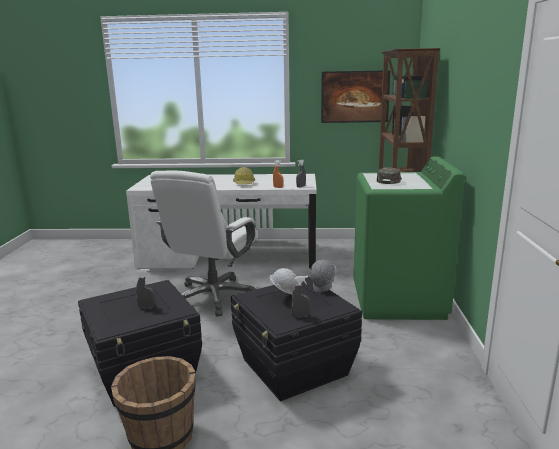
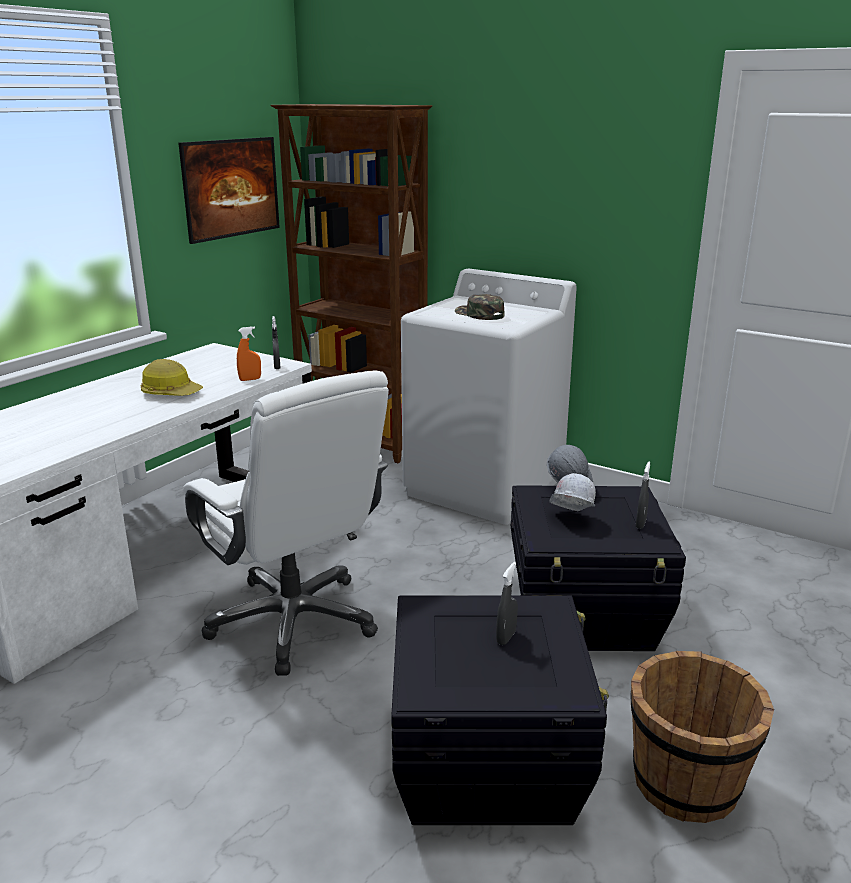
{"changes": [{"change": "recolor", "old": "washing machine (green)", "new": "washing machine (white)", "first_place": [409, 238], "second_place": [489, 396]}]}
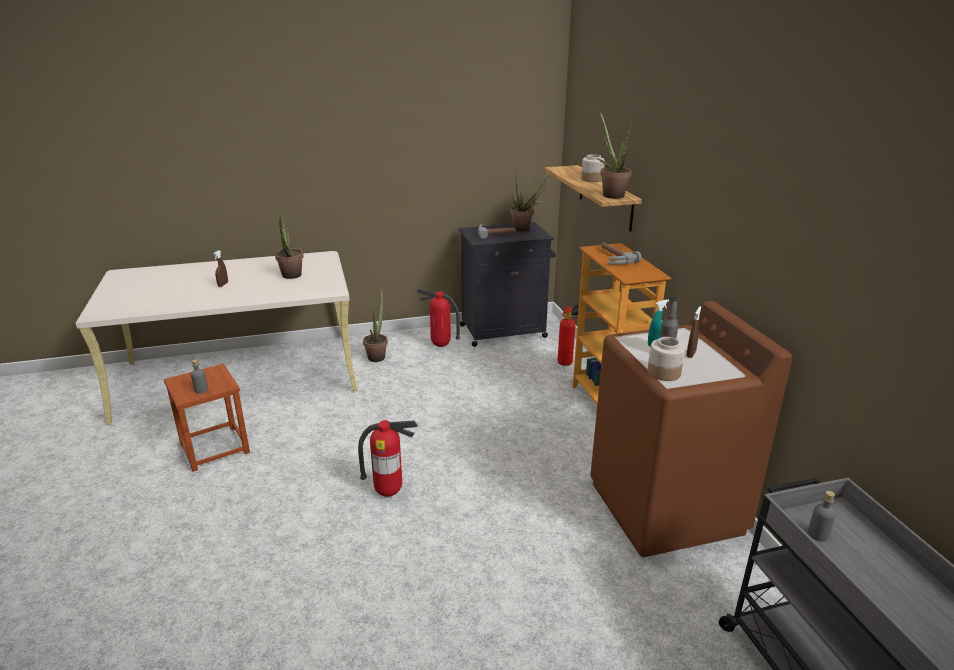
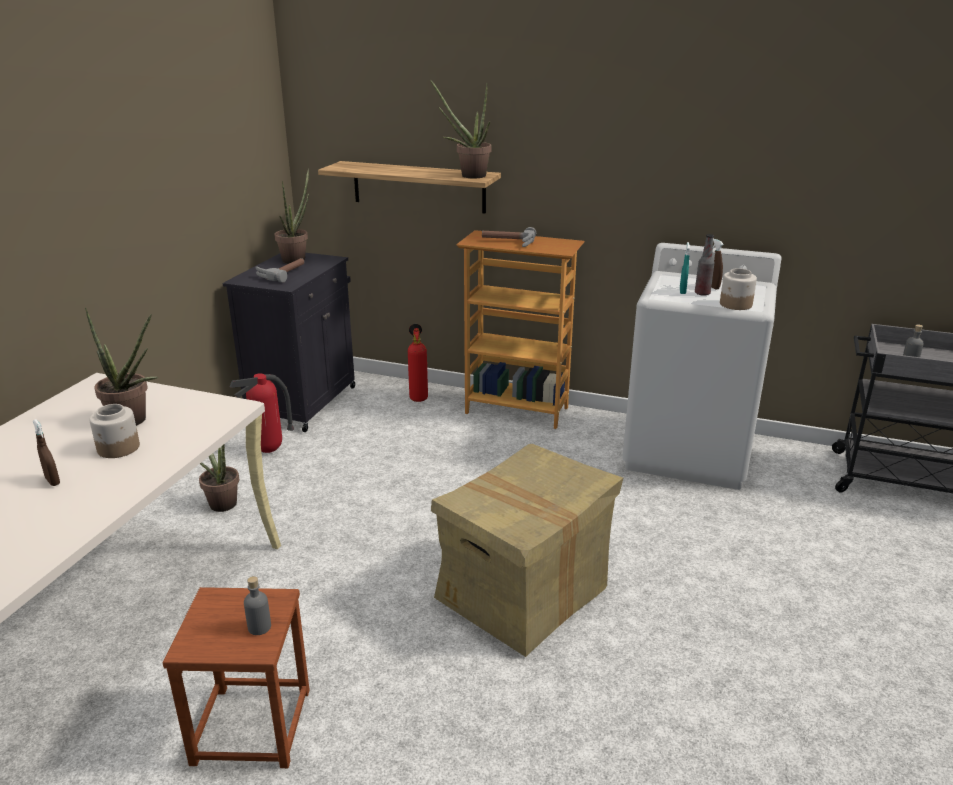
{"changes": [{"change": "move", "old": "jar", "first_place": [593, 168], "second_place": [114, 431]}, {"change": "replace", "old": "fire extinguisher", "new": "cardboard box", "first_place": [388, 458], "second_place": [527, 550]}, {"change": "recolor", "old": "washing machine (brown)", "new": "washing machine (white)", "first_place": [691, 429], "second_place": [702, 366]}]}
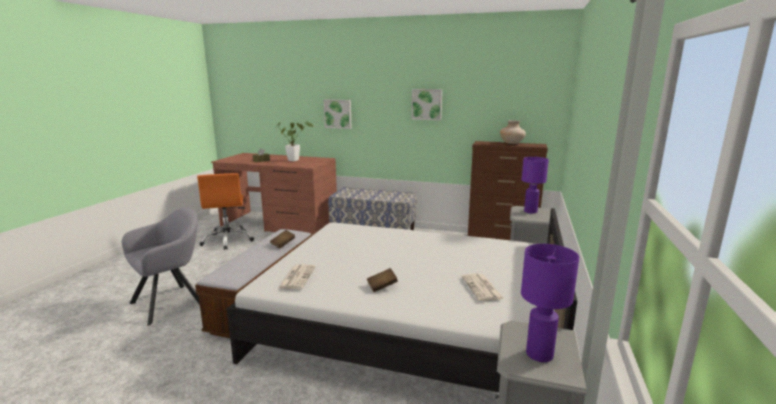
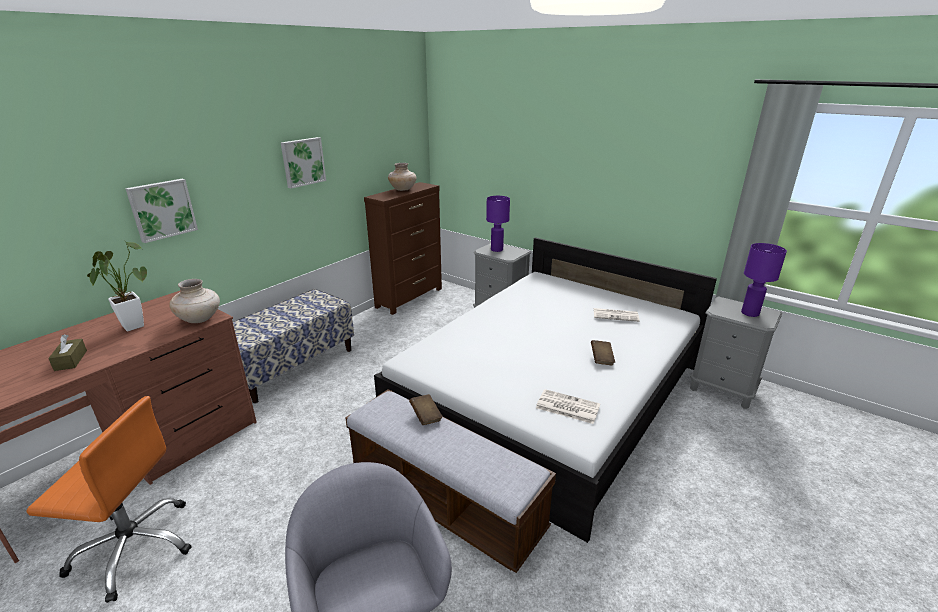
{"changes": [{"change": "insert", "new": "vase (beige)", "second_place": [194, 301]}]}
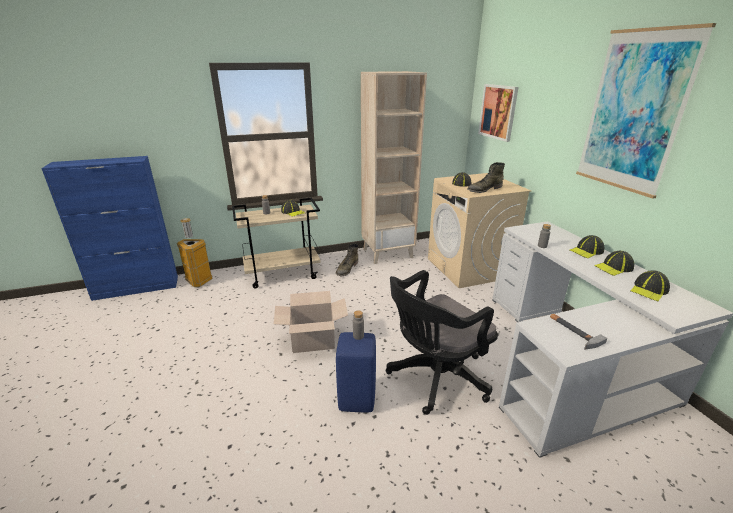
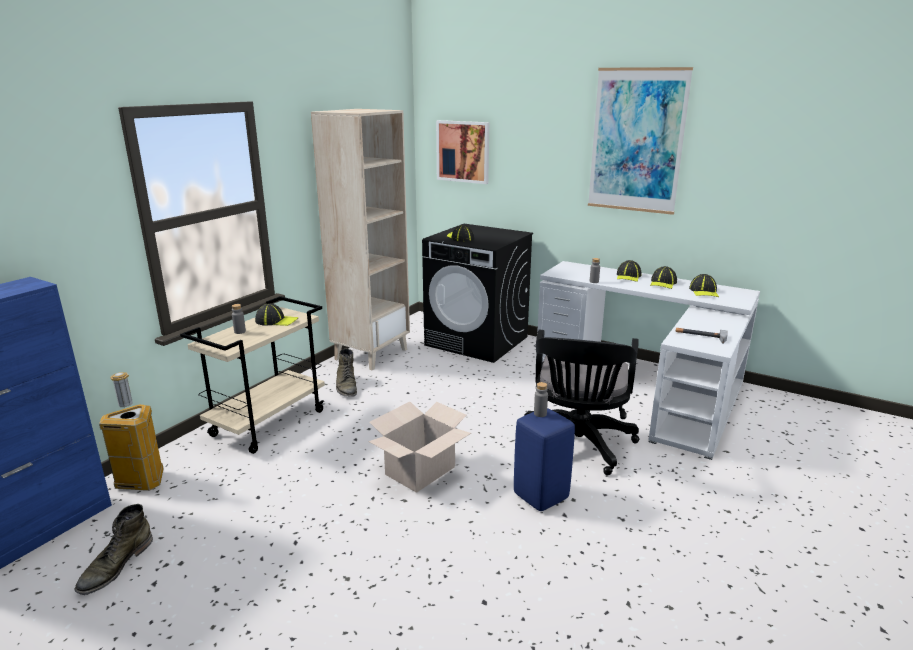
{"changes": [{"change": "move", "old": "boot (green)", "first_place": [486, 177], "second_place": [114, 549]}, {"change": "recolor", "old": "washing machine (beige)", "new": "washing machine (black)", "first_place": [479, 230], "second_place": [477, 293]}]}
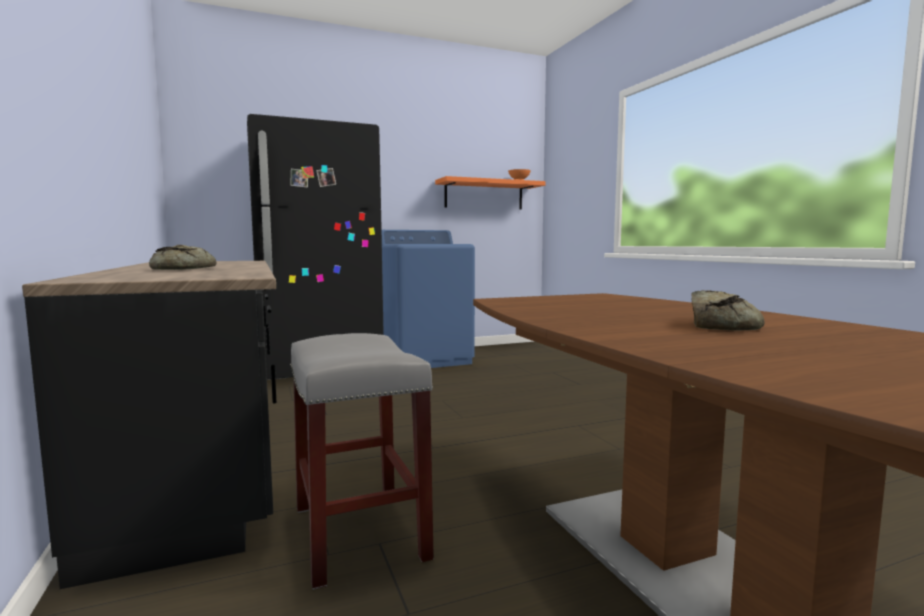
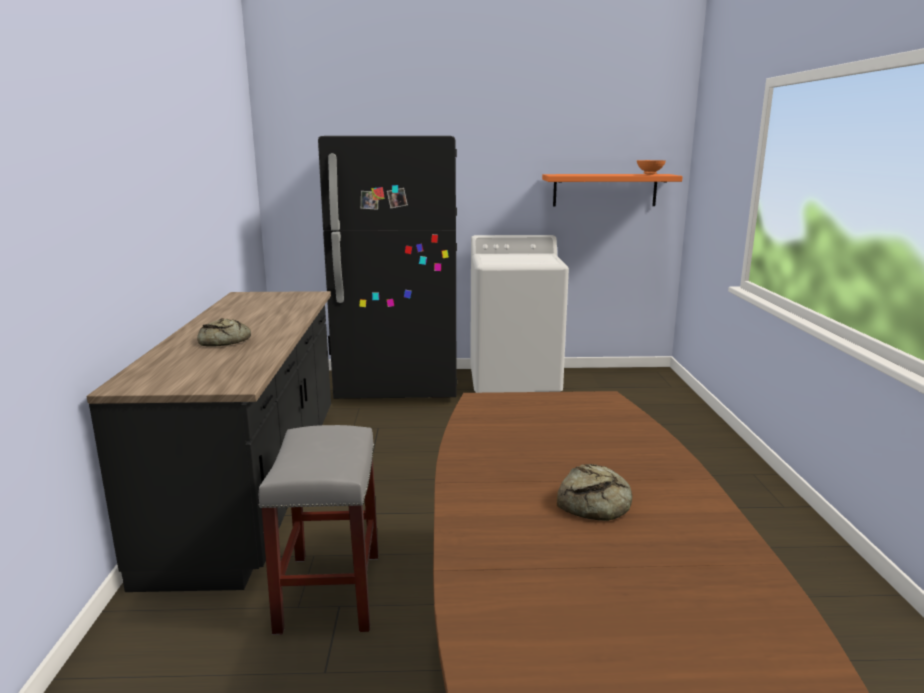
{"changes": [{"change": "recolor", "old": "washing machine (blue)", "new": "washing machine (white)", "first_place": [428, 299], "second_place": [519, 314]}]}
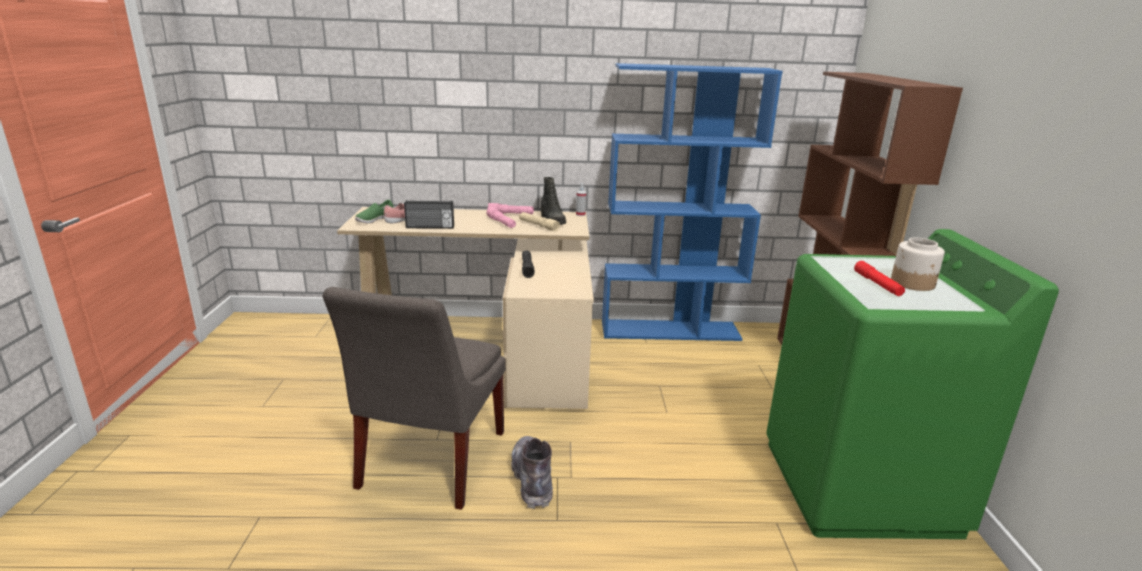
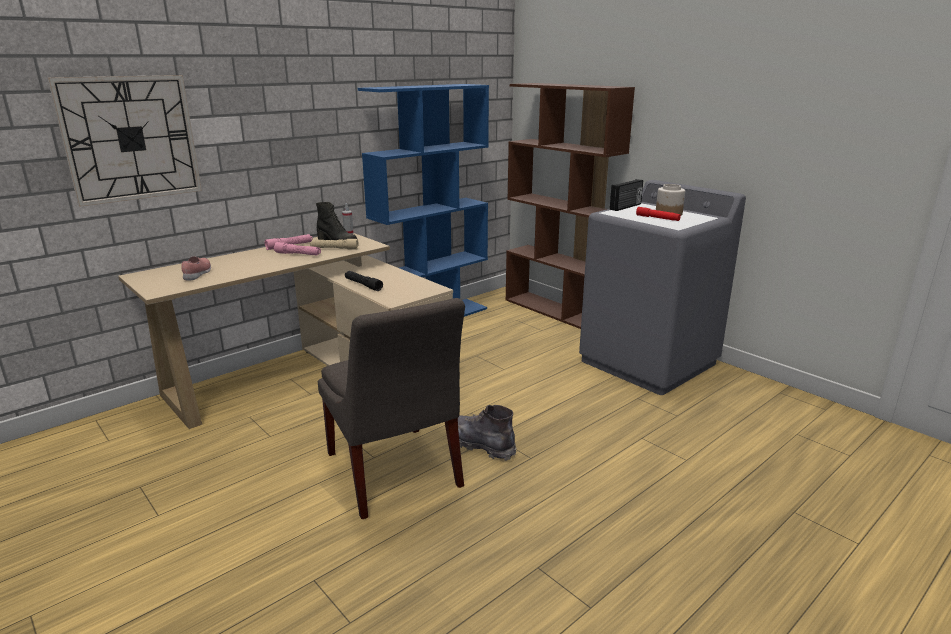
{"changes": [{"change": "insert", "new": "wall clock", "second_place": [125, 141]}, {"change": "recolor", "old": "washing machine (green)", "new": "washing machine (grey)", "first_place": [912, 384], "second_place": [662, 287]}, {"change": "move", "old": "radio", "first_place": [429, 214], "second_place": [626, 195]}, {"change": "delete", "old": "shoe (green)", "first_place": [374, 211]}]}
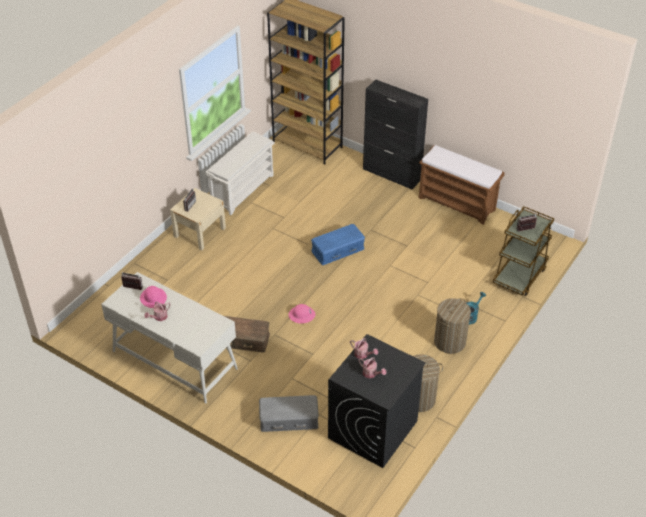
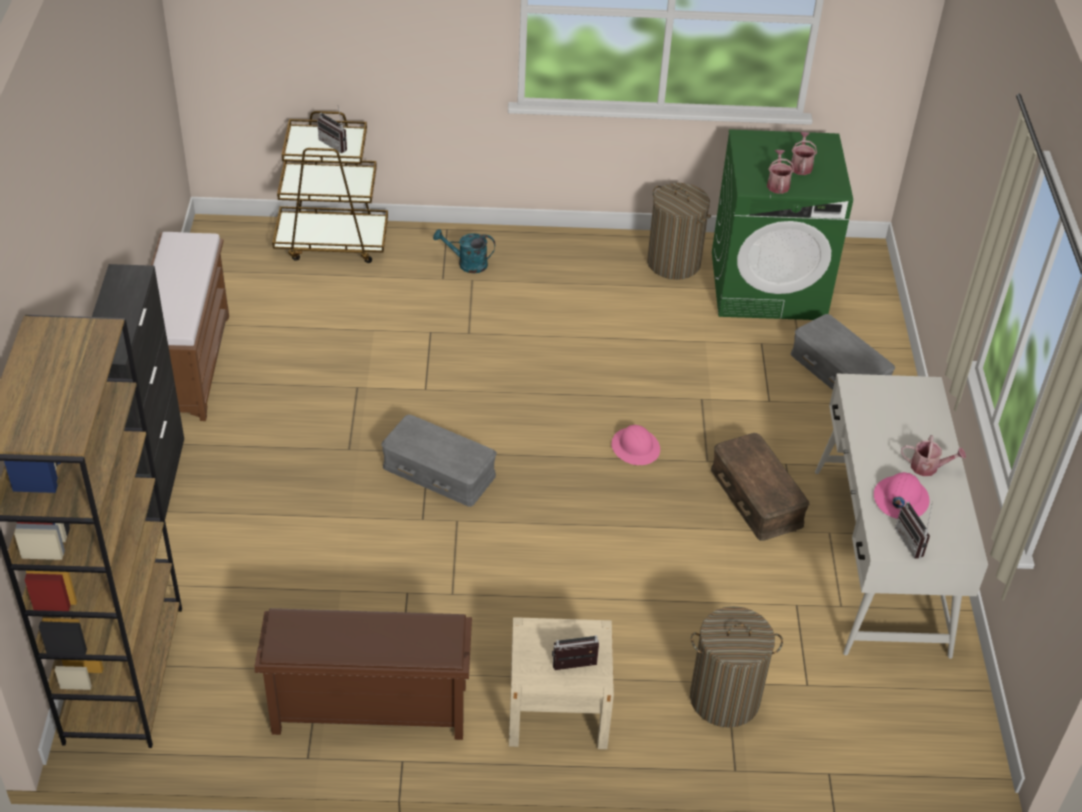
{"changes": [{"change": "recolor", "old": "shoe rack (white)", "new": "shoe rack (brown)", "first_place": [240, 173], "second_place": [363, 674]}, {"change": "recolor", "old": "storage box (blue)", "new": "storage box (grey)", "first_place": [338, 244], "second_place": [439, 461]}, {"change": "move", "old": "laundry basket", "first_place": [452, 326], "second_place": [736, 667]}, {"change": "recolor", "old": "washing machine (black)", "new": "washing machine (green)", "first_place": [377, 401], "second_place": [782, 224]}]}
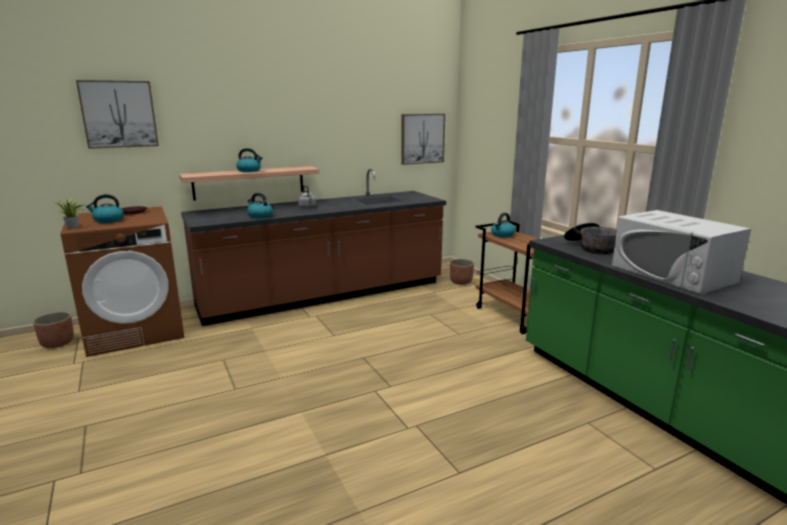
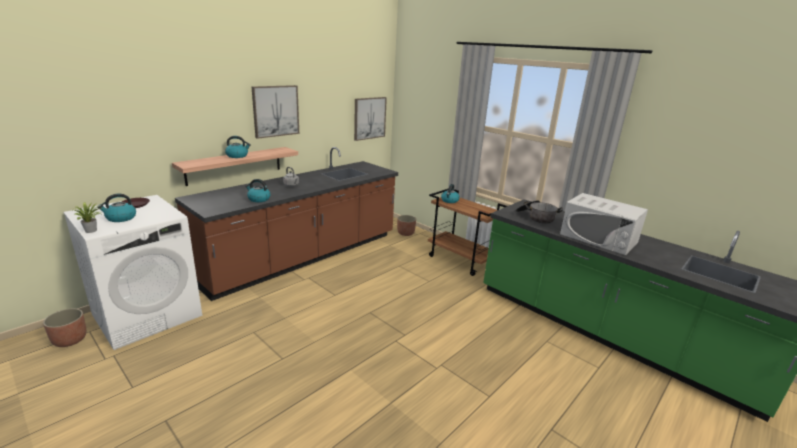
{"changes": [{"change": "recolor", "old": "washing machine (brown)", "new": "washing machine (white)", "first_place": [122, 281], "second_place": [132, 272]}, {"change": "move", "old": "picture", "first_place": [117, 114], "second_place": [275, 112]}]}
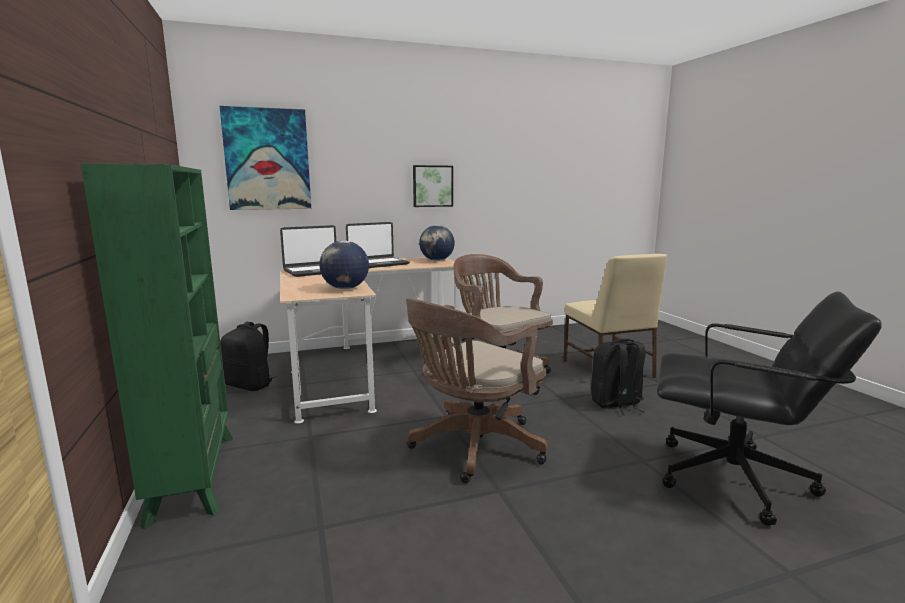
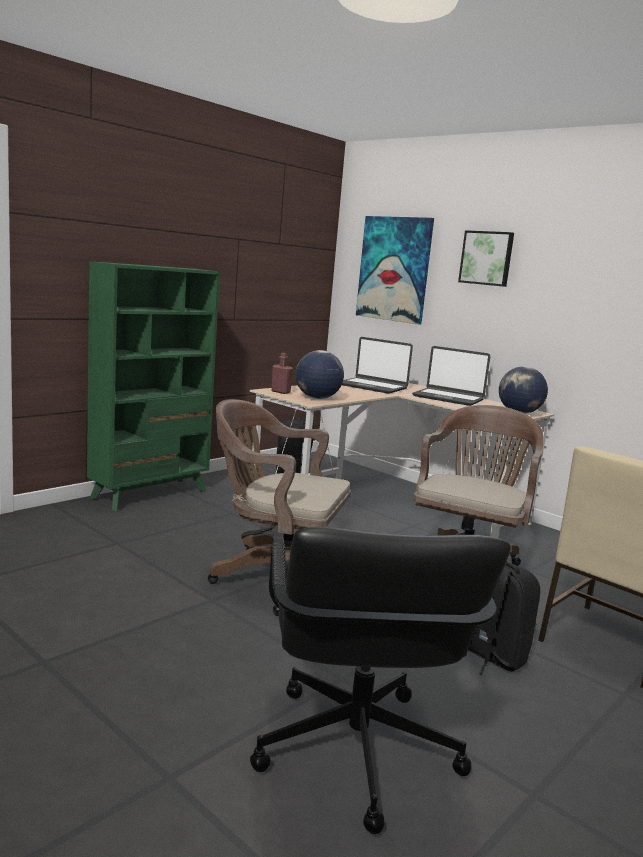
{"changes": [{"change": "insert", "new": "bottle (red)", "second_place": [282, 373]}, {"change": "move", "old": "picture", "first_place": [433, 186], "second_place": [486, 258]}]}
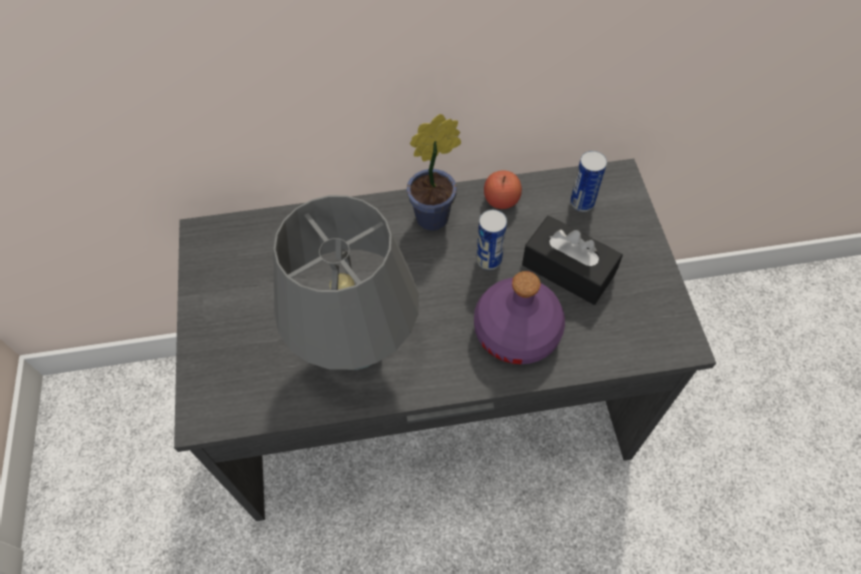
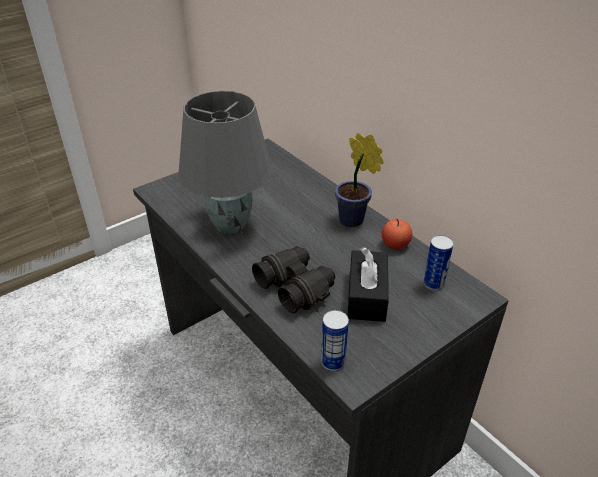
{"changes": [{"change": "replace", "old": "bottle (purple)", "new": "binoculars (black)", "first_place": [519, 317], "second_place": [293, 279]}, {"change": "move", "old": "can", "first_place": [491, 240], "second_place": [335, 341]}]}
